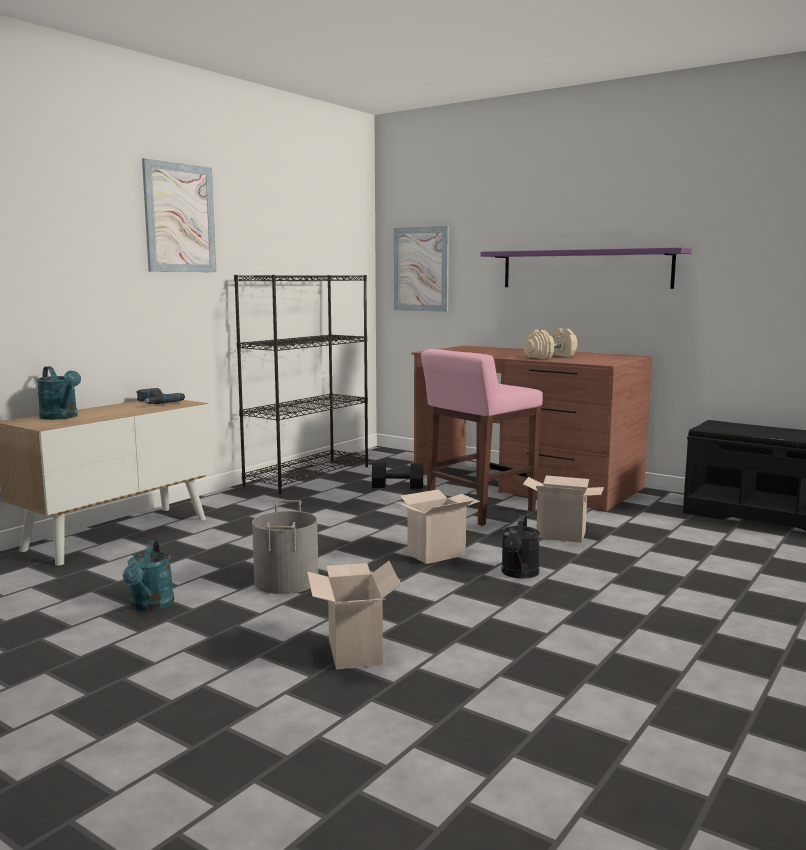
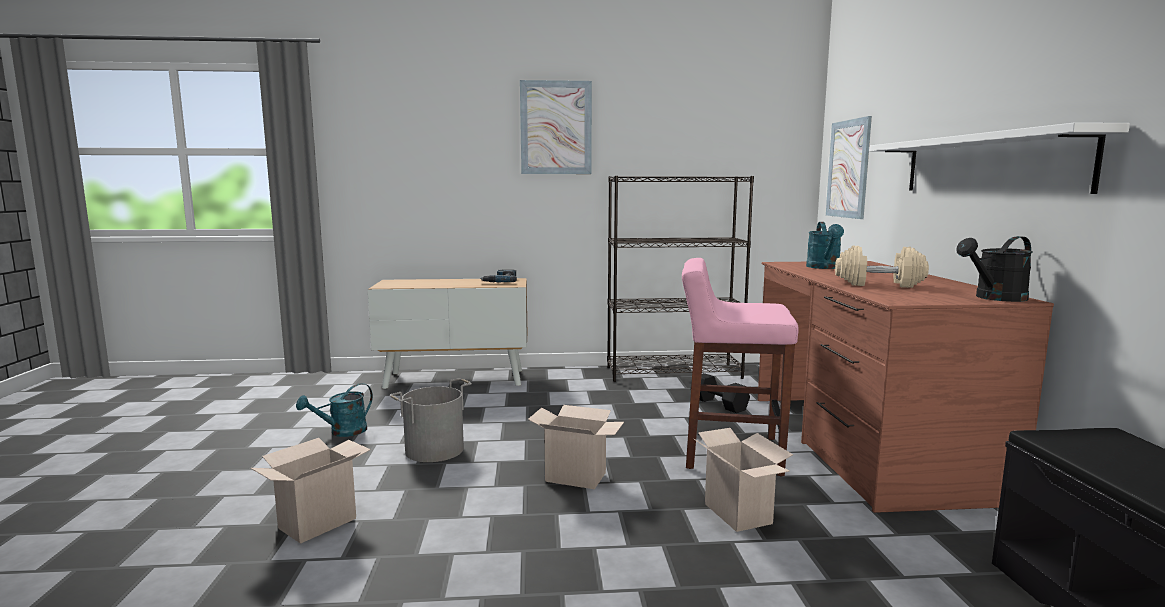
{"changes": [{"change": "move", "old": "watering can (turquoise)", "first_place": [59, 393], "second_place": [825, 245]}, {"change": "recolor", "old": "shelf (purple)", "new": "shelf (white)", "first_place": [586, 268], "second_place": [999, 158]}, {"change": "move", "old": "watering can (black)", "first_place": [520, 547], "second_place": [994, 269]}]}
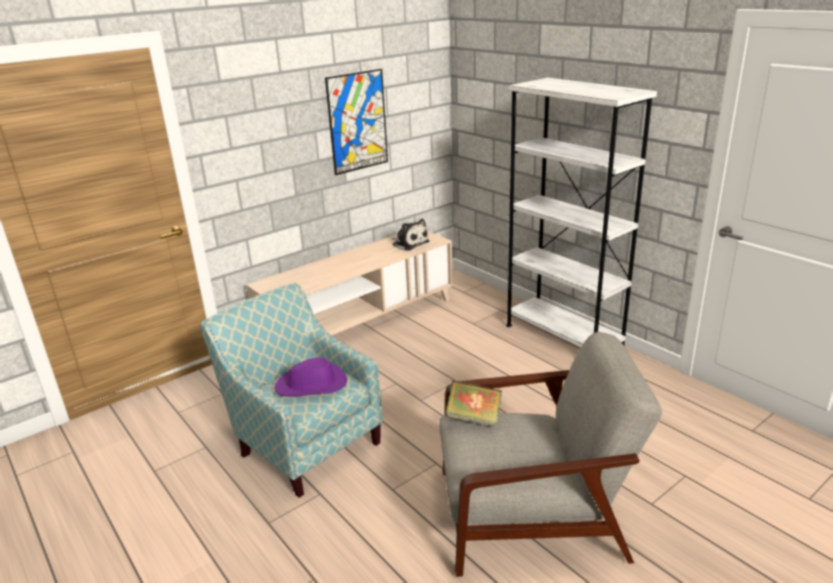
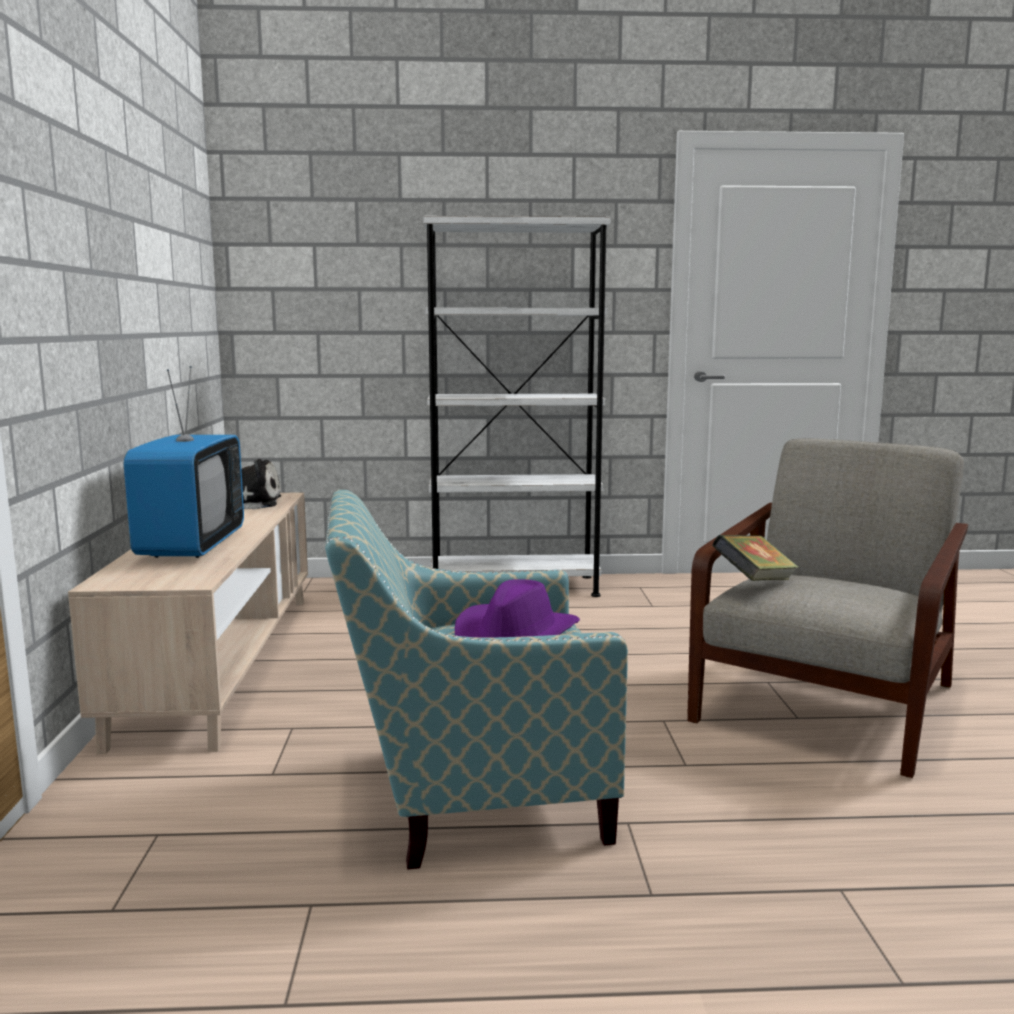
{"changes": [{"change": "insert", "new": "television", "second_place": [184, 462]}, {"change": "delete", "old": "picture", "first_place": [356, 122]}]}
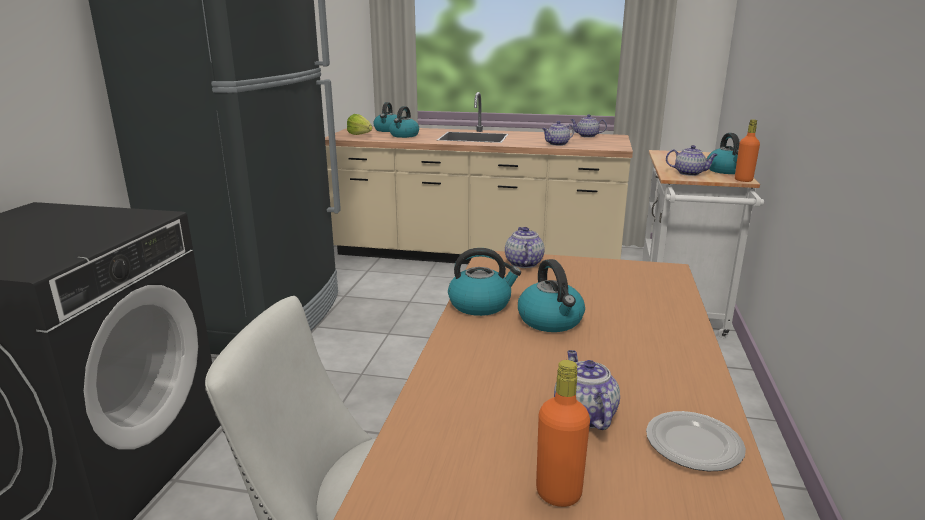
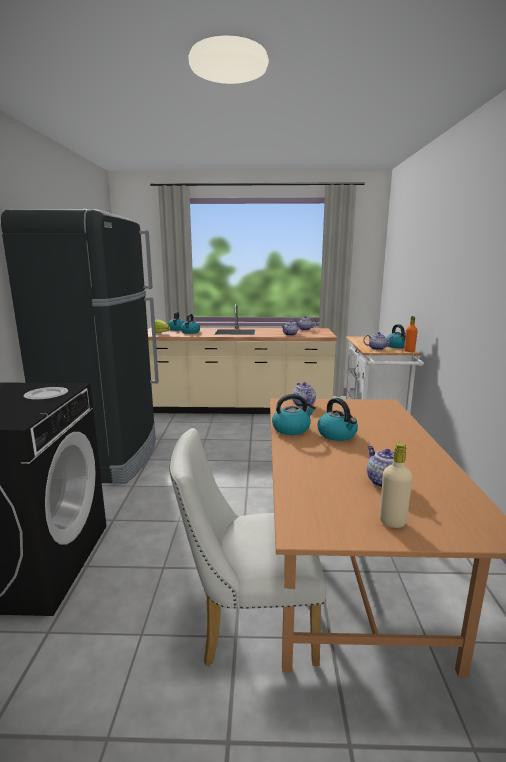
{"changes": [{"change": "move", "old": "plate", "first_place": [696, 441], "second_place": [46, 394]}, {"change": "recolor", "old": "bottle (orange)", "new": "bottle (beige)", "first_place": [563, 433], "second_place": [396, 485]}]}
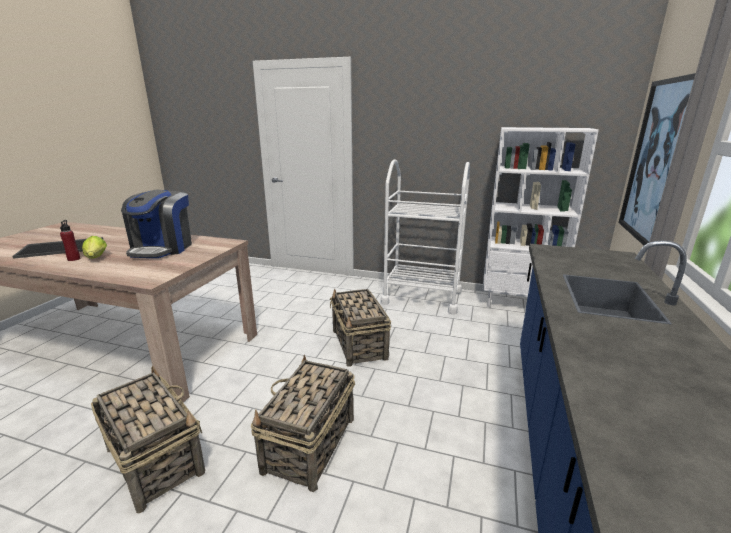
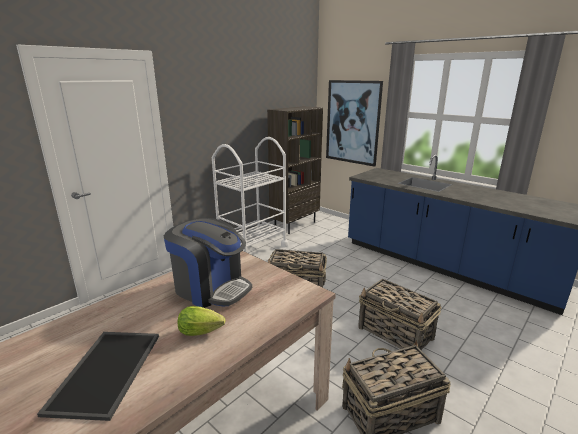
{"changes": [{"change": "recolor", "old": "bookcase (white)", "new": "bookcase (brown)", "first_place": [540, 217], "second_place": [295, 170]}, {"change": "delete", "old": "bottle (red)", "first_place": [70, 240]}]}
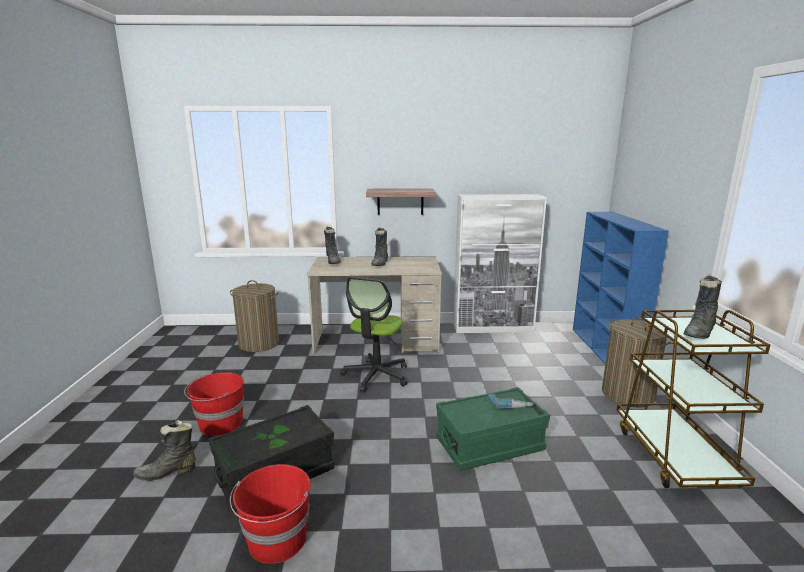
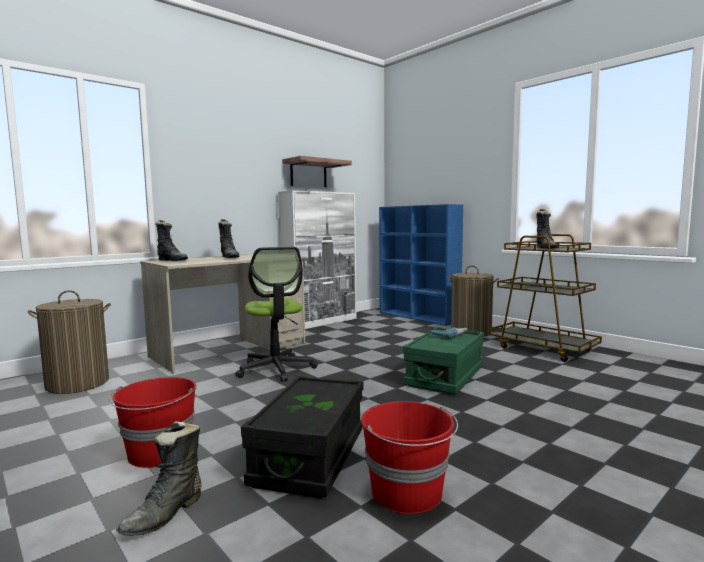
{"changes": [{"change": "move", "old": "shelf", "first_place": [401, 201], "second_place": [317, 171]}]}
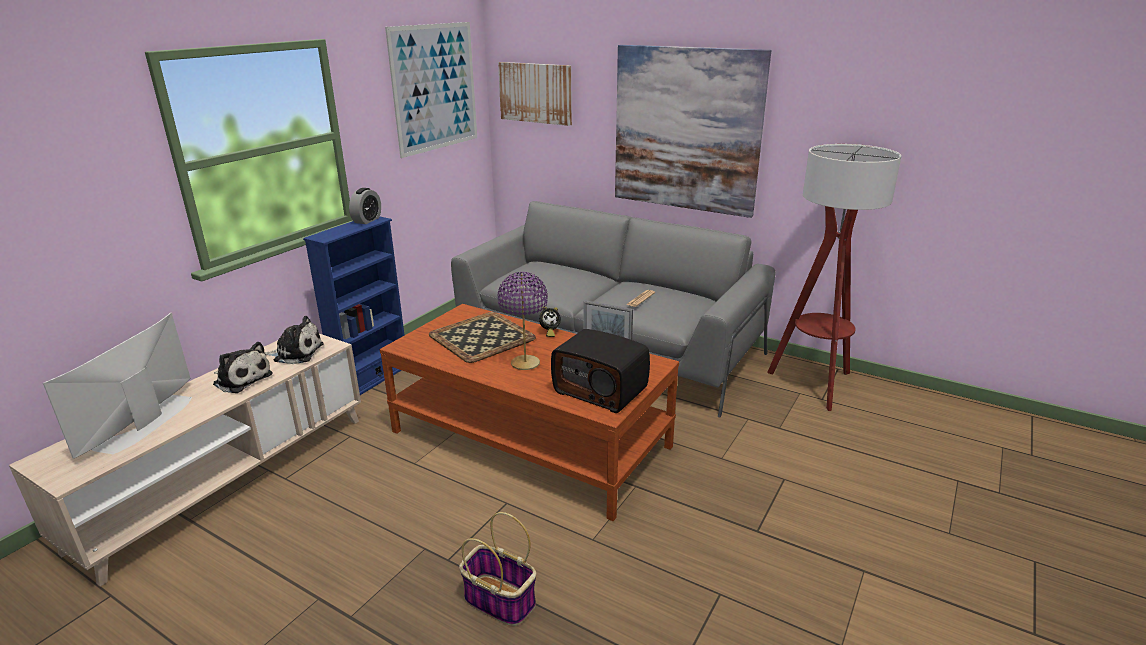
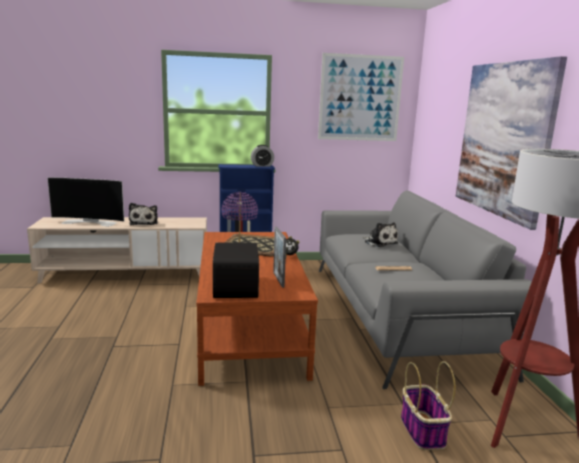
{"changes": [{"change": "rotate", "old": "television", "first_place": [117, 385], "second_place": [85, 202], "degrees": -150}, {"change": "move", "old": "plush toy", "first_place": [294, 340], "second_place": [381, 234]}, {"change": "move", "old": "basket", "first_place": [497, 569], "second_place": [428, 405]}, {"change": "delete", "old": "picture", "first_place": [535, 94]}]}
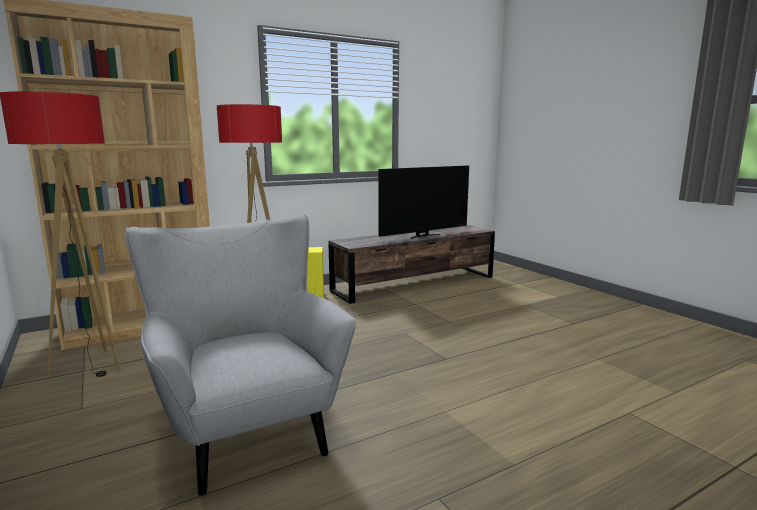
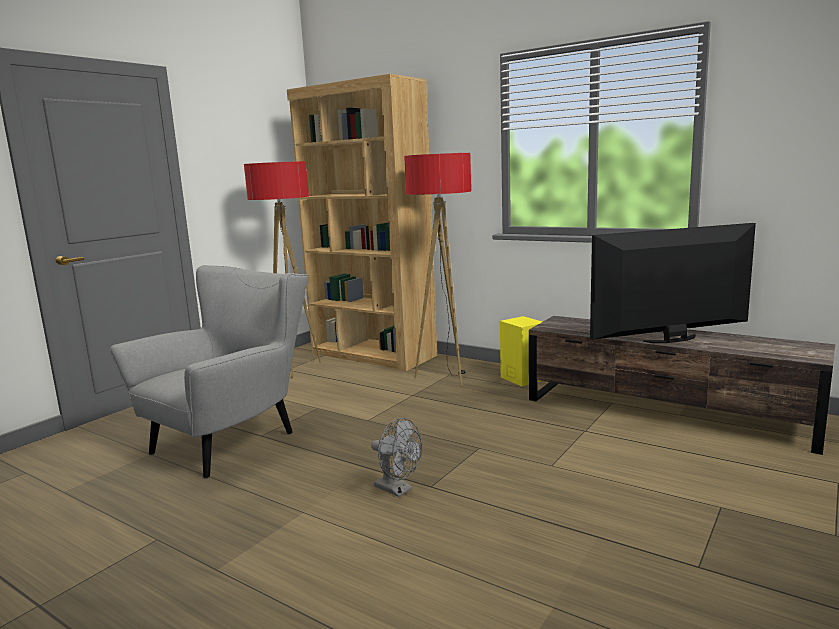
{"changes": [{"change": "insert", "new": "fan (grey)", "second_place": [396, 457]}, {"change": "rotate", "old": "television", "first_place": [424, 202], "second_place": [673, 283], "degrees": 135}]}
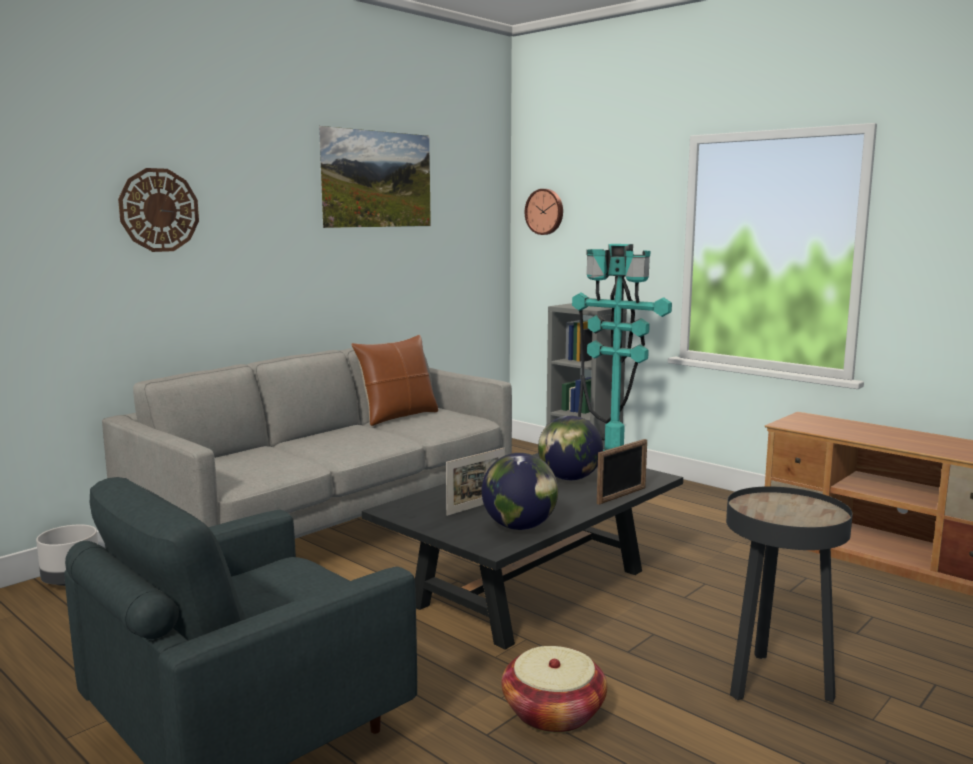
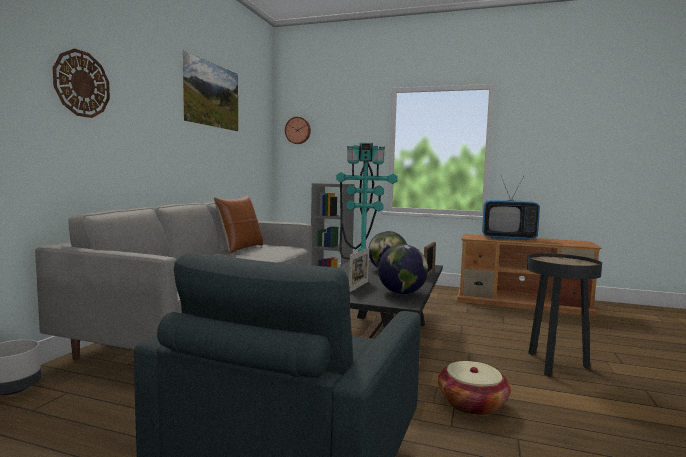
{"changes": [{"change": "insert", "new": "television", "second_place": [511, 208]}]}
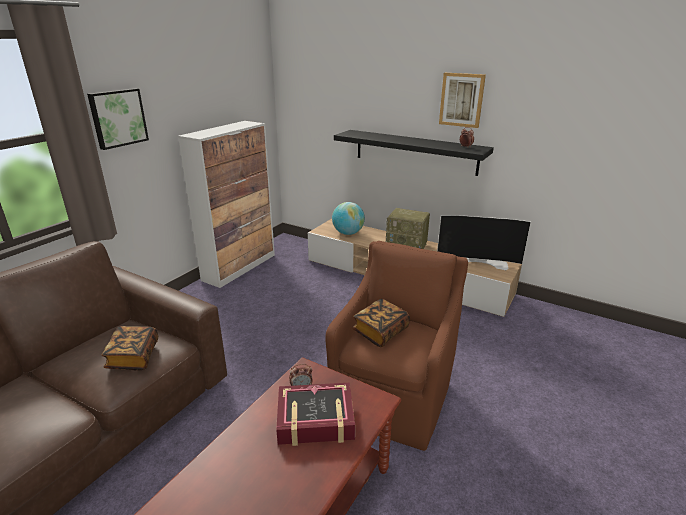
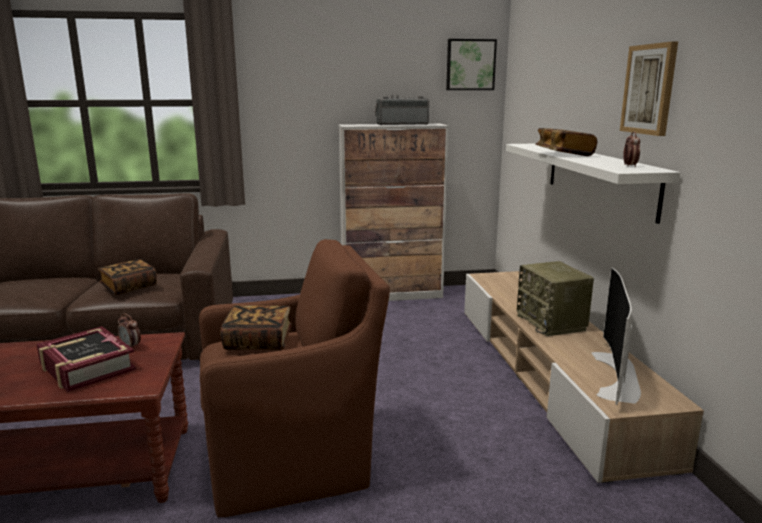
{"changes": [{"change": "insert", "new": "radio", "second_place": [402, 110]}, {"change": "move", "old": "picture", "first_place": [118, 119], "second_place": [471, 64]}, {"change": "recolor", "old": "shelf (black)", "new": "shelf (white)", "first_place": [414, 153], "second_place": [593, 183]}, {"change": "insert", "new": "book", "second_place": [566, 142]}, {"change": "rotate", "old": "television", "first_place": [484, 242], "second_place": [616, 336], "degrees": 45}, {"change": "delete", "old": "globe", "first_place": [348, 218]}]}
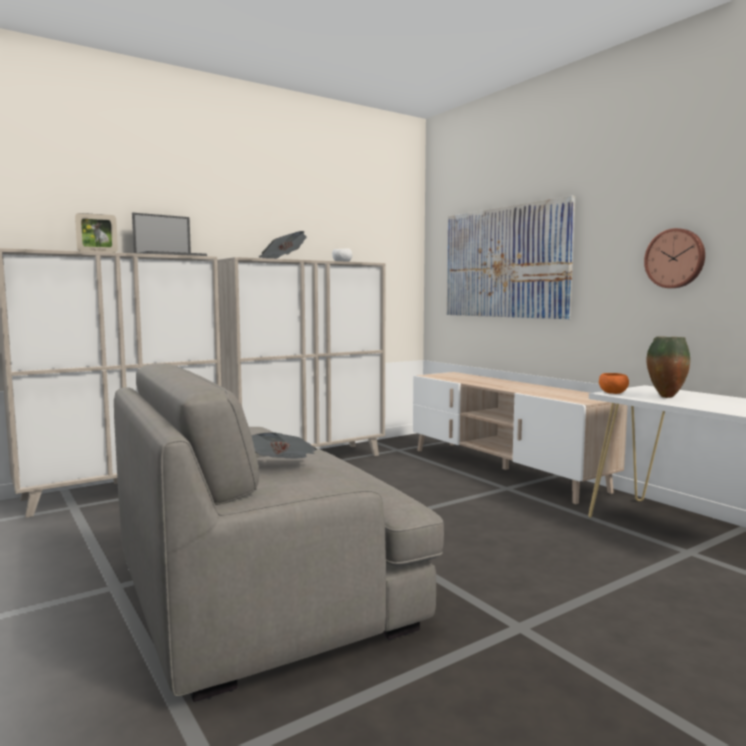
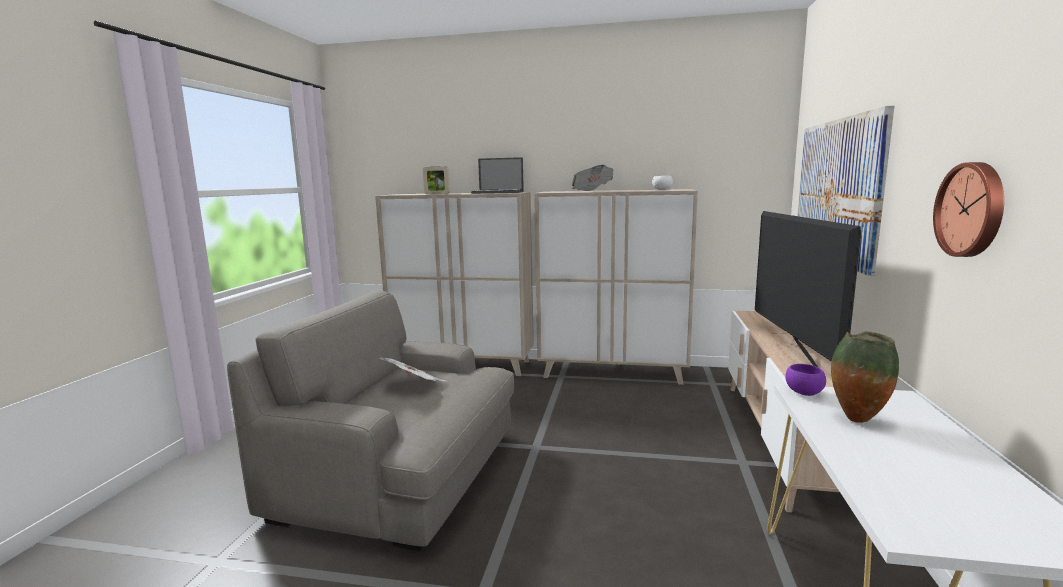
{"changes": [{"change": "insert", "new": "television", "second_place": [808, 289]}, {"change": "recolor", "old": "bowl (orange)", "new": "bowl (purple)", "first_place": [614, 383], "second_place": [805, 380]}]}
